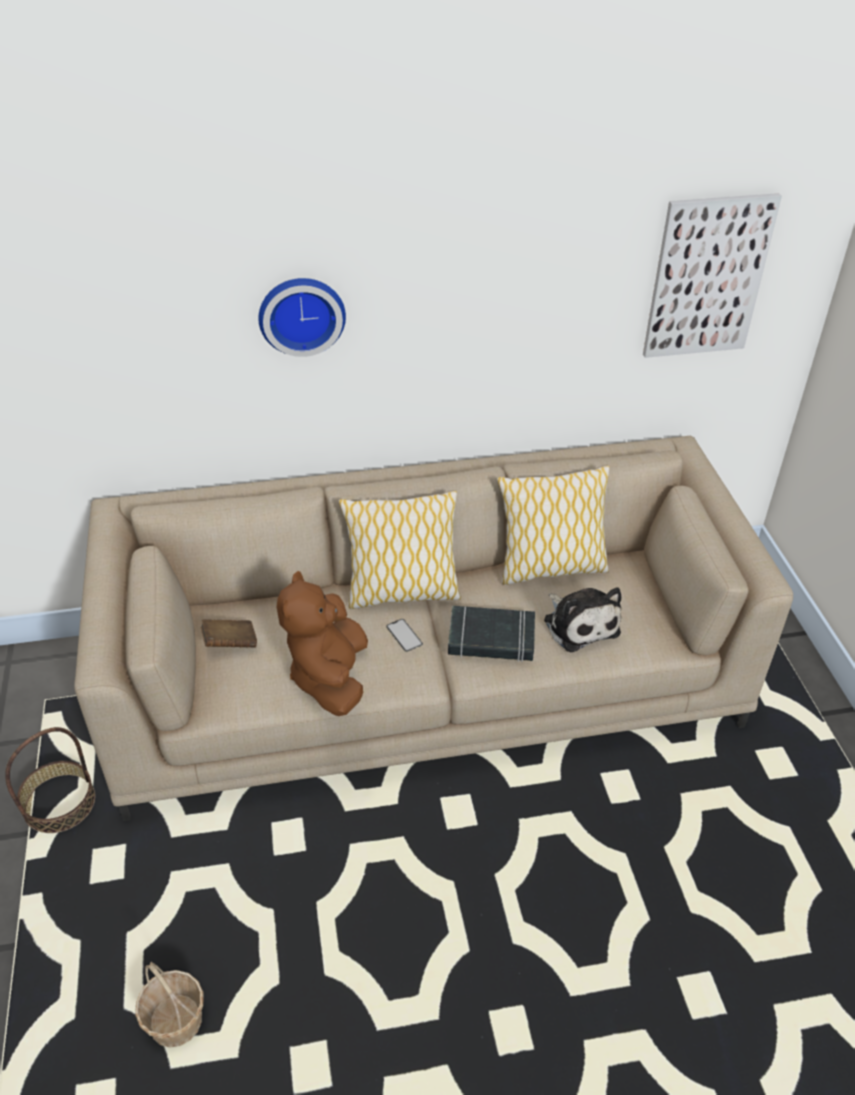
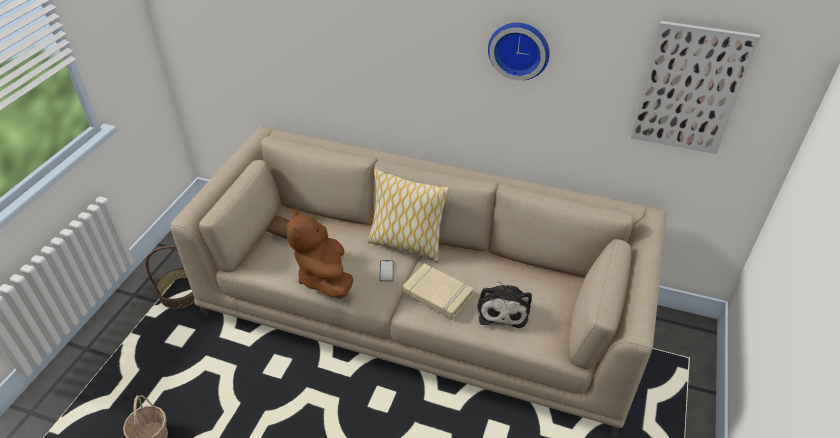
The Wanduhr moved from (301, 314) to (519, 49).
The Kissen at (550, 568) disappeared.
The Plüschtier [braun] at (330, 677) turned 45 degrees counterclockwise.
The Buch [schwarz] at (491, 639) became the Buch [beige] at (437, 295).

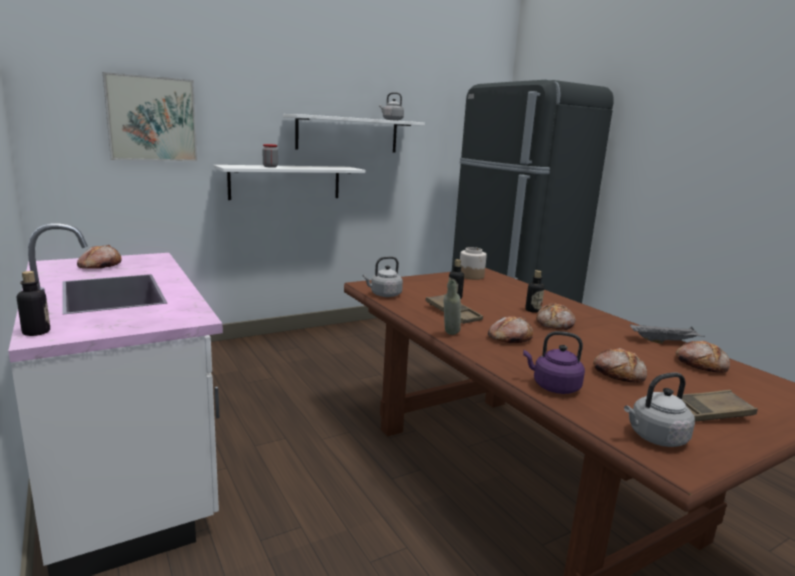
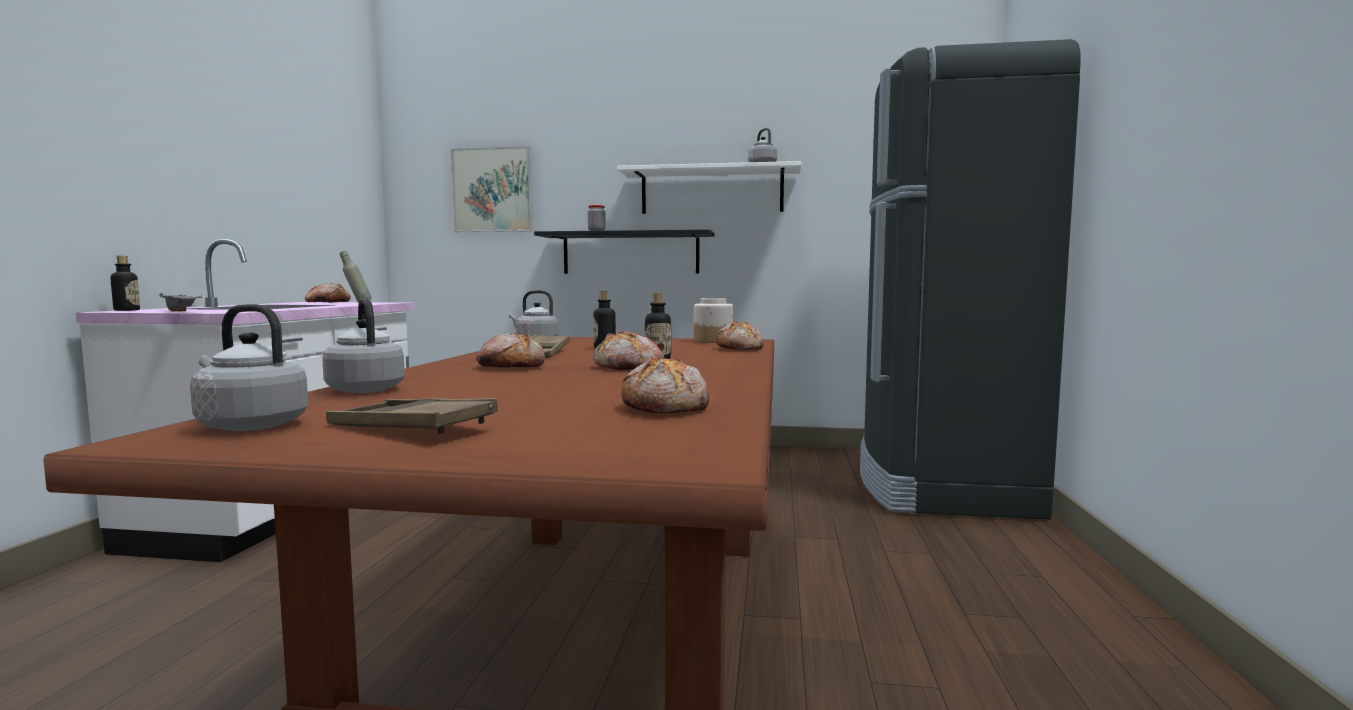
The Wandregal [weiß] at (285, 182) became the Wandregal [schwarz] at (630, 253).
The Flasche [grau] moved from (450, 335) to (357, 303).
The Tablett [grau] moved from (664, 342) to (181, 311).
The Wasserkessel [lila] at (553, 387) became the Wasserkessel [grau] at (365, 389).
The Brot moved from (618, 374) to (740, 348).

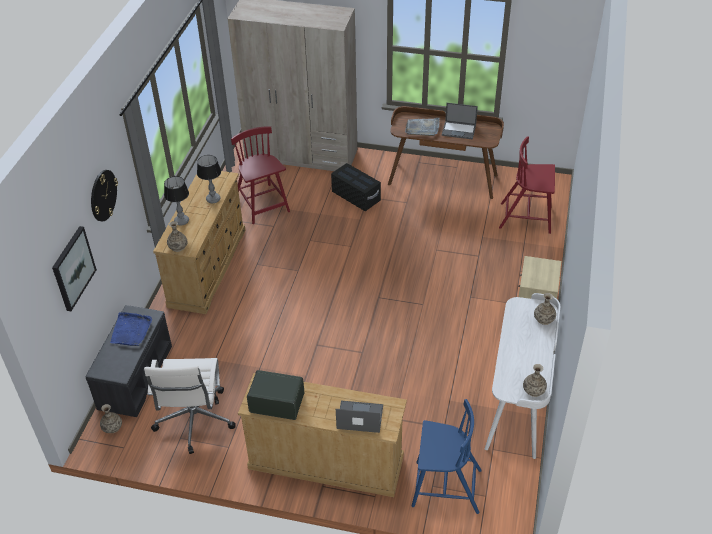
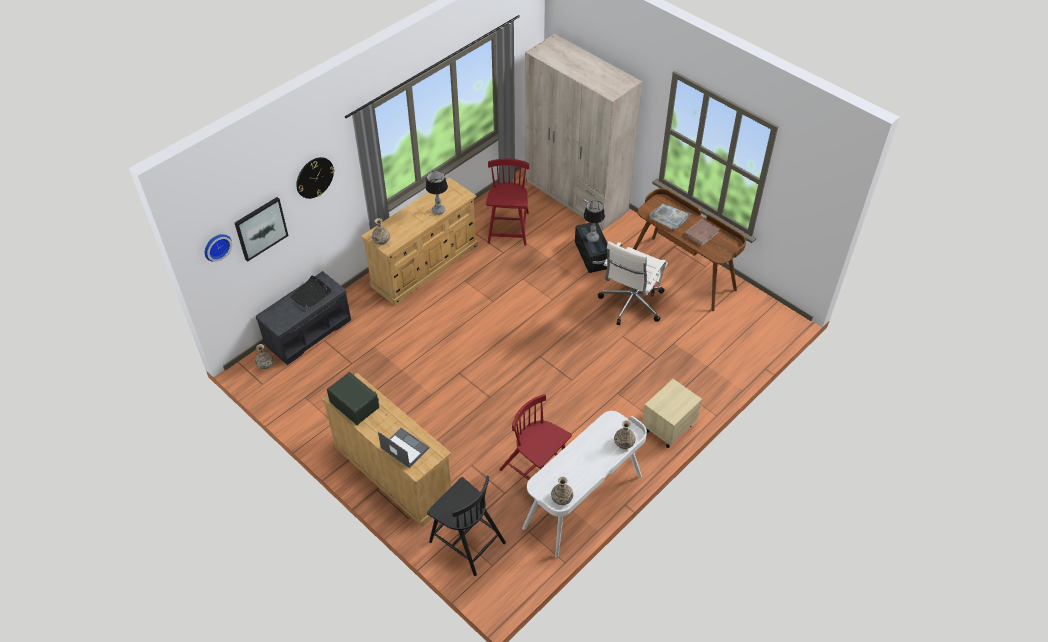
The Laptop at (459, 130) was replaced by the Buch [braun] at (701, 233).
The Stuhl [rot] moved from (526, 218) to (536, 471).
The Tischlampe moved from (182, 221) to (592, 238).
The Tablett [blau] at (131, 330) became the Tablett [schwarz] at (311, 294).
The Bürostuhl [weiß] moved from (194, 421) to (631, 304).
The Stuhl [blau] at (445, 487) became the Stuhl [schwarz] at (466, 541).
The Wanduhr at (216, 246) appeared.

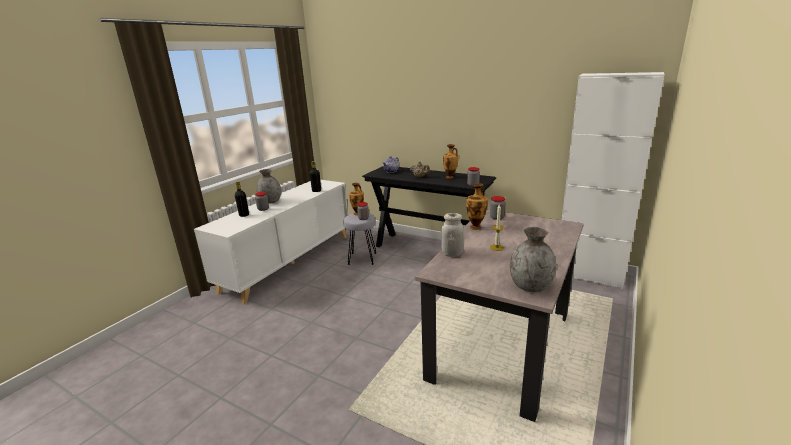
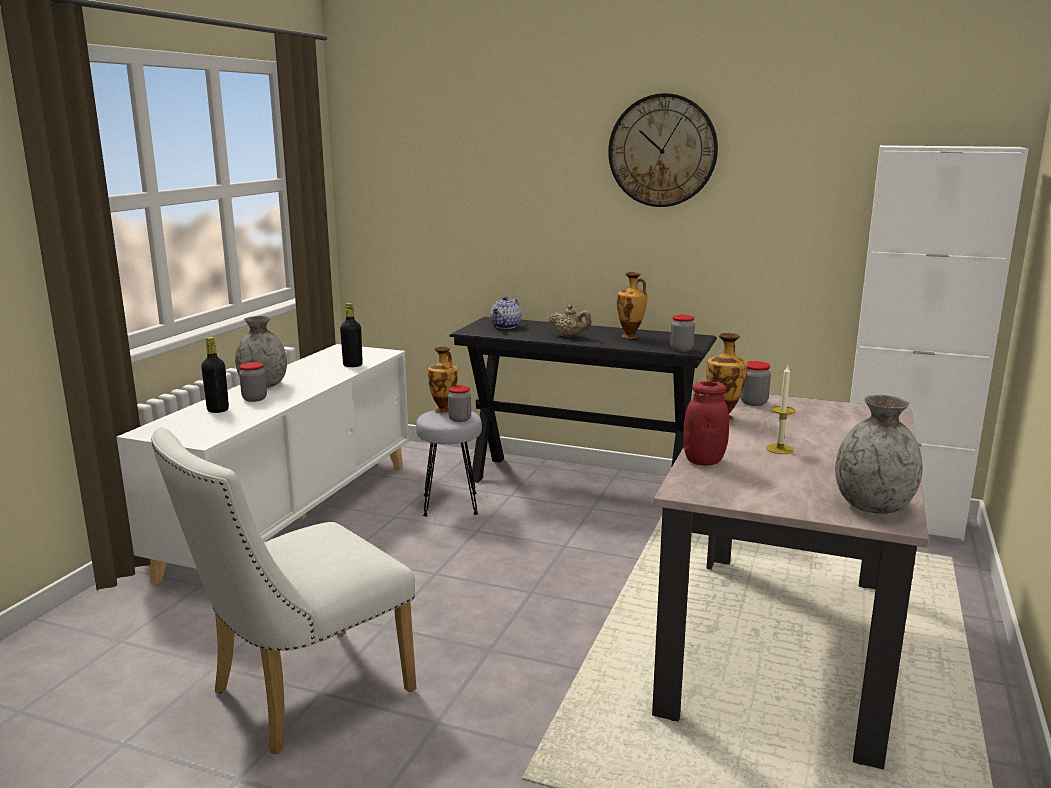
The Vorratsglas [weiß] at (452, 254) became the Vorratsglas [rot] at (704, 461).
The Wanduhr at (662, 151) appeared.
The Stuhl [weiß] at (299, 696) appeared.

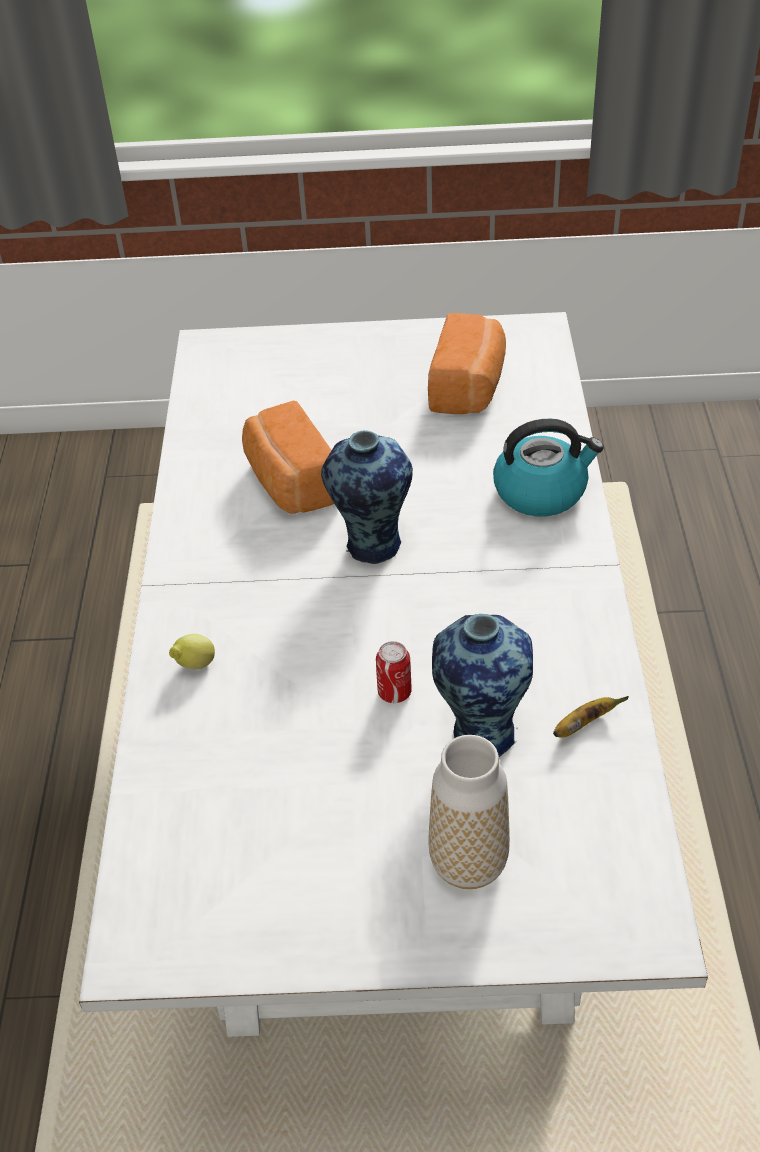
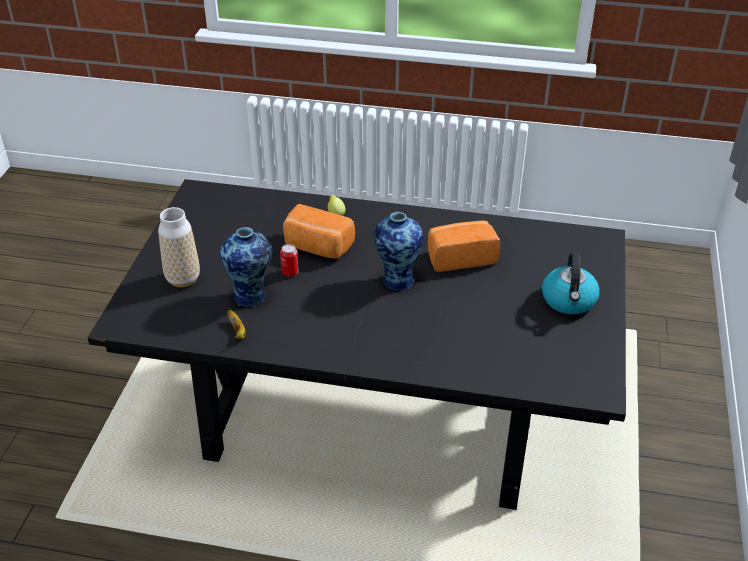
The Esstisch [weiß] at (391, 784) became the Esstisch [schwarz] at (376, 415).
The Brot moved from (469, 387) to (317, 247).
The Wasserkessel moved from (541, 491) to (569, 300).

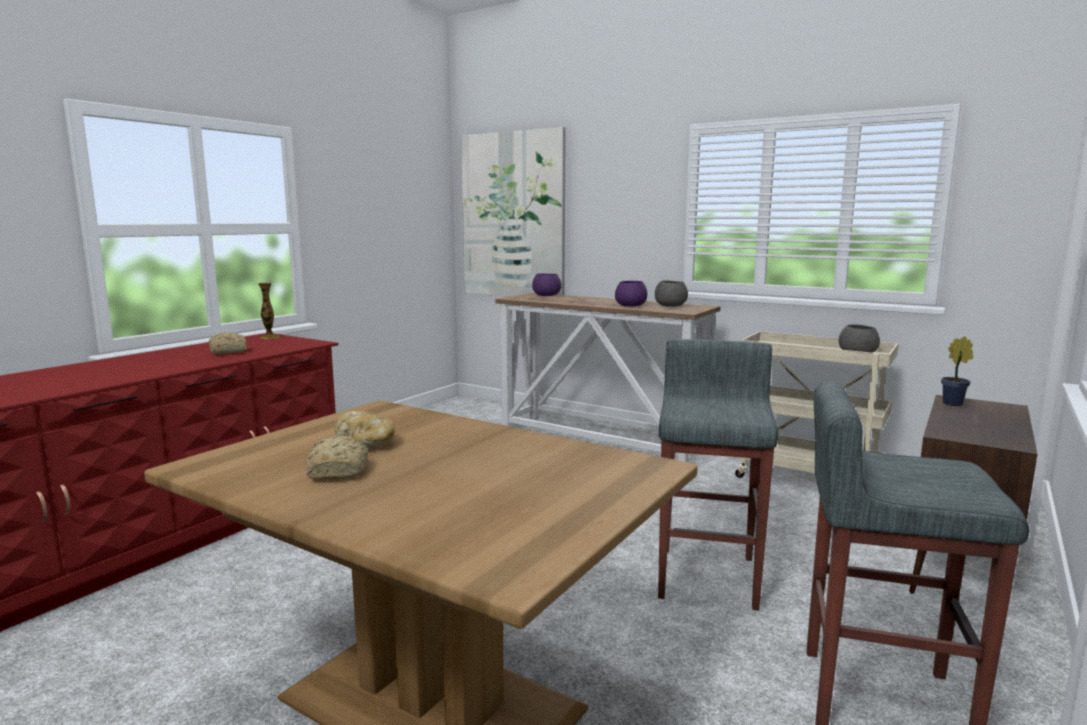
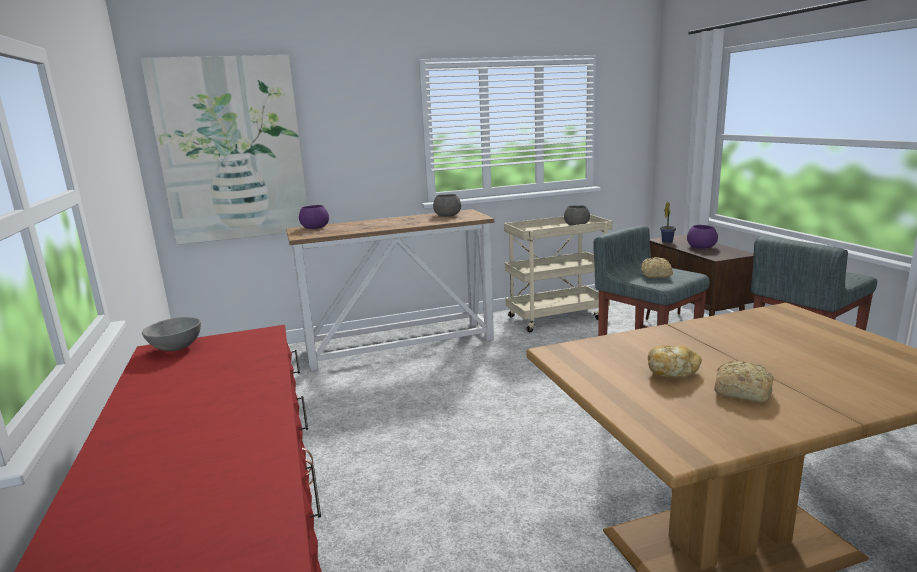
The Schüssel [lila] moved from (631, 305) to (700, 247).
The Vase at (269, 337) was replaced by the Schüssel [grau] at (175, 349).
The Brot moved from (227, 352) to (655, 275).

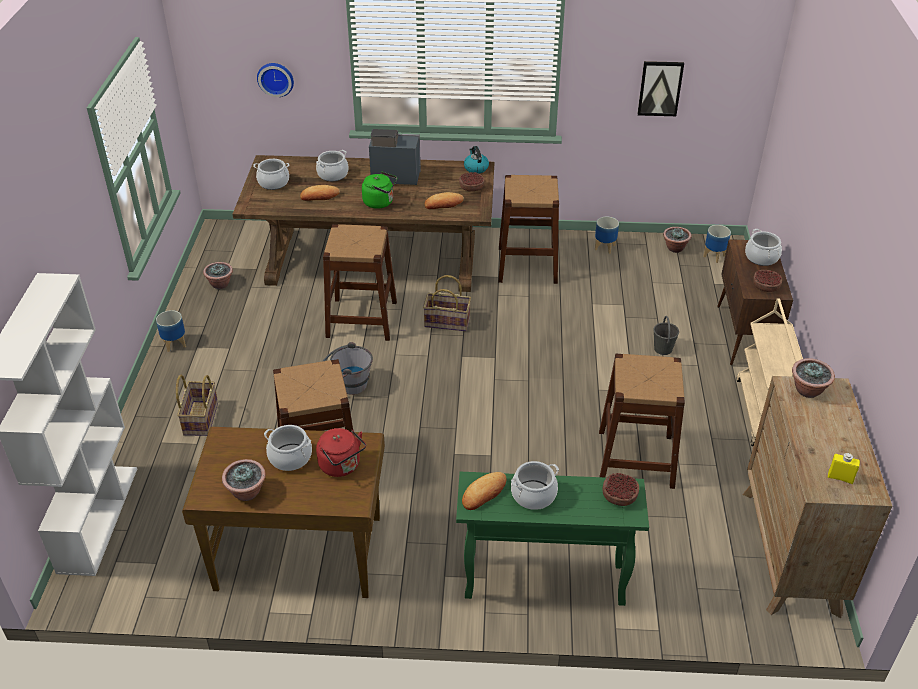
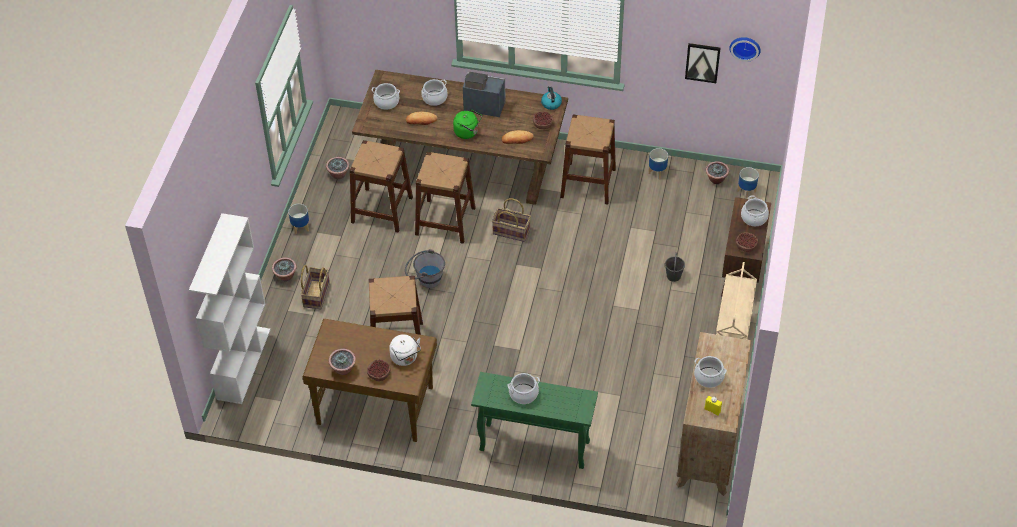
The Wanduhr moved from (276, 78) to (745, 47).
The Hocker [braun] moved from (635, 458) to (382, 210).
The Topfpflanze moved from (808, 391) to (285, 276).
The Kochtopf moved from (290, 457) to (709, 377).
The Wasserkessel [rot] at (342, 466) became the Wasserkessel [weiß] at (405, 358).
The Brot at (484, 493) disappeared.
The Schüssel moved from (620, 496) to (379, 374).

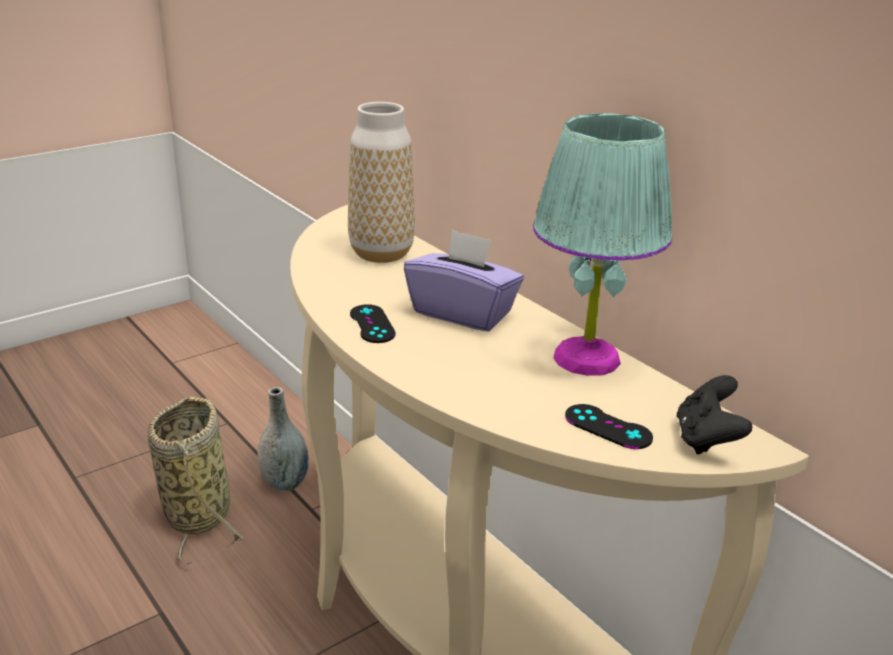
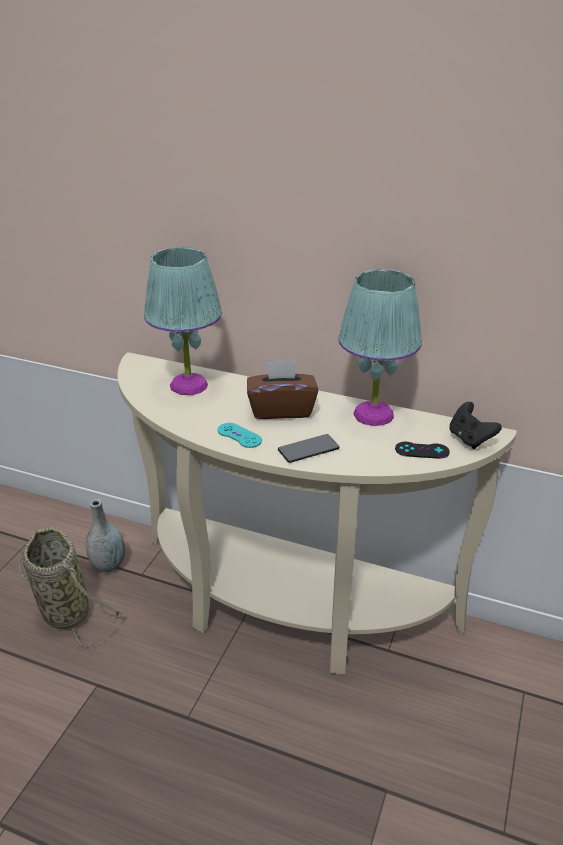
The Vase at (381, 253) was replaced by the Tischlampe [türkis] at (189, 385).
The Taschentuchbox [lila] at (463, 313) became the Taschentuchbox [braun] at (281, 409).
The Gamepad [schwarz] at (372, 324) became the Gamepad [türkis] at (239, 435).
The Handy at (308, 449) appeared.

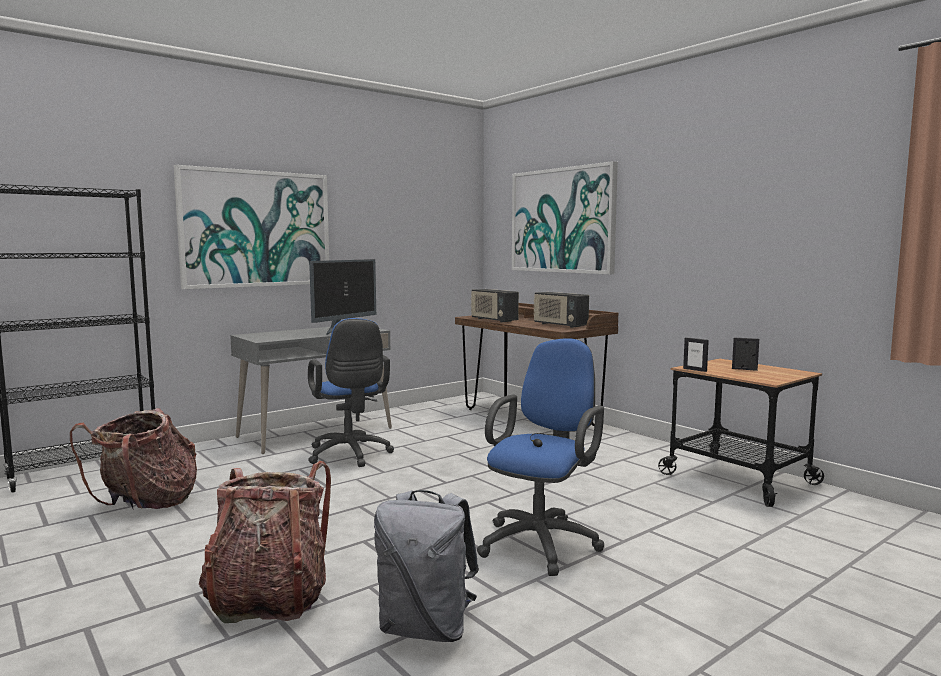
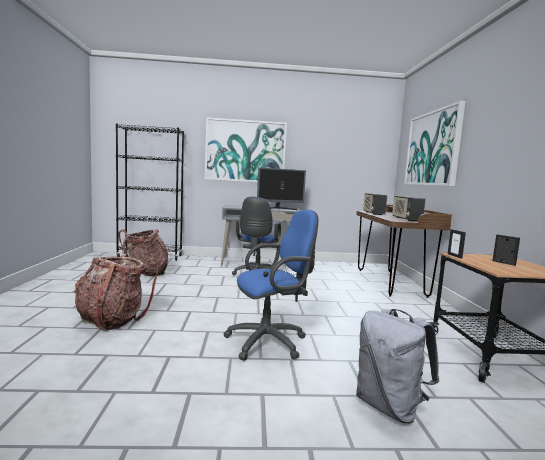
The Rucksack [grau] moved from (426, 628) to (390, 407).

